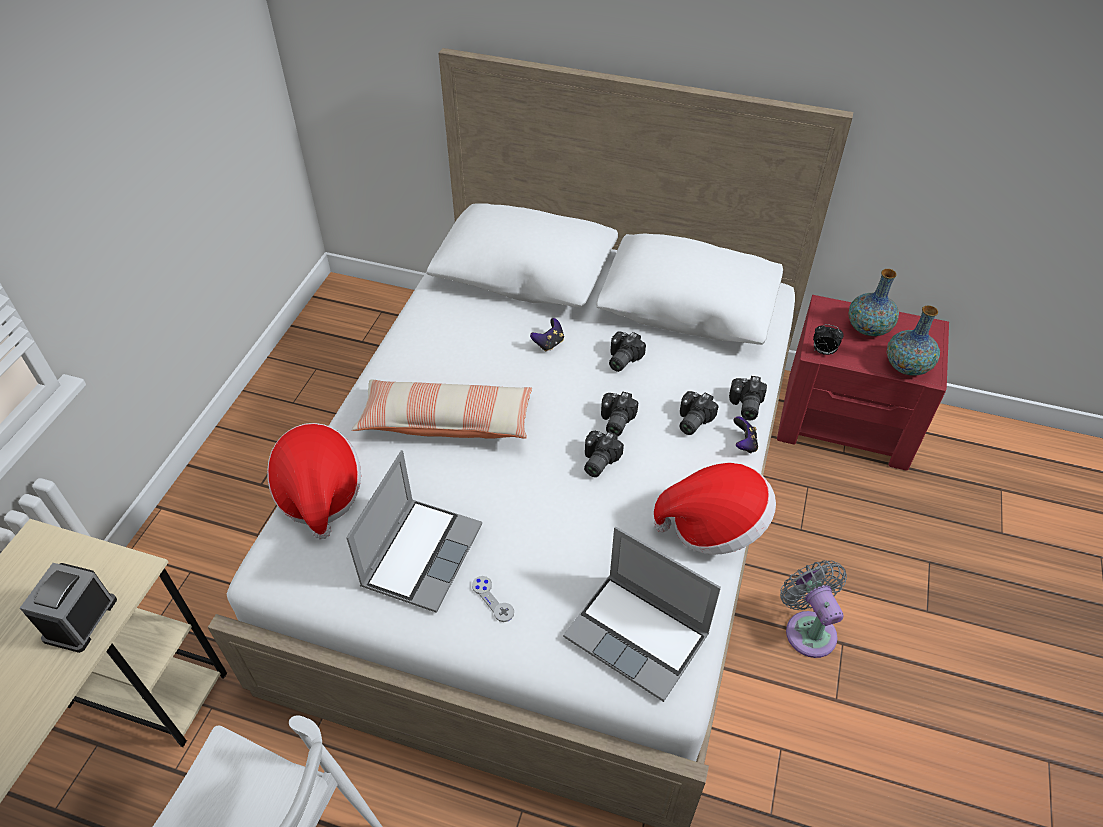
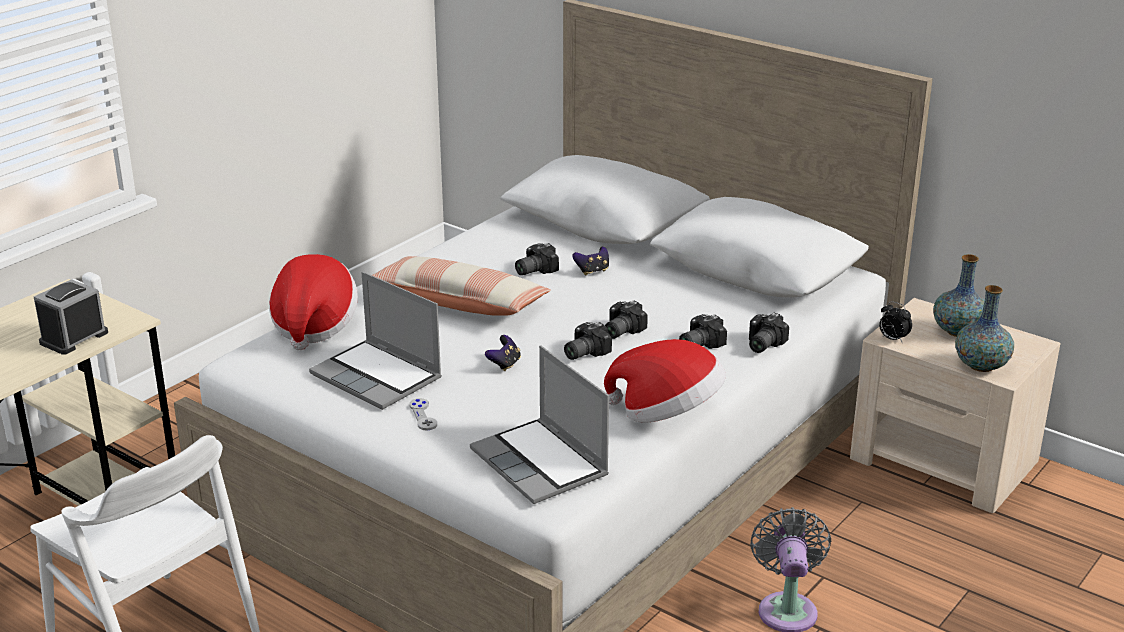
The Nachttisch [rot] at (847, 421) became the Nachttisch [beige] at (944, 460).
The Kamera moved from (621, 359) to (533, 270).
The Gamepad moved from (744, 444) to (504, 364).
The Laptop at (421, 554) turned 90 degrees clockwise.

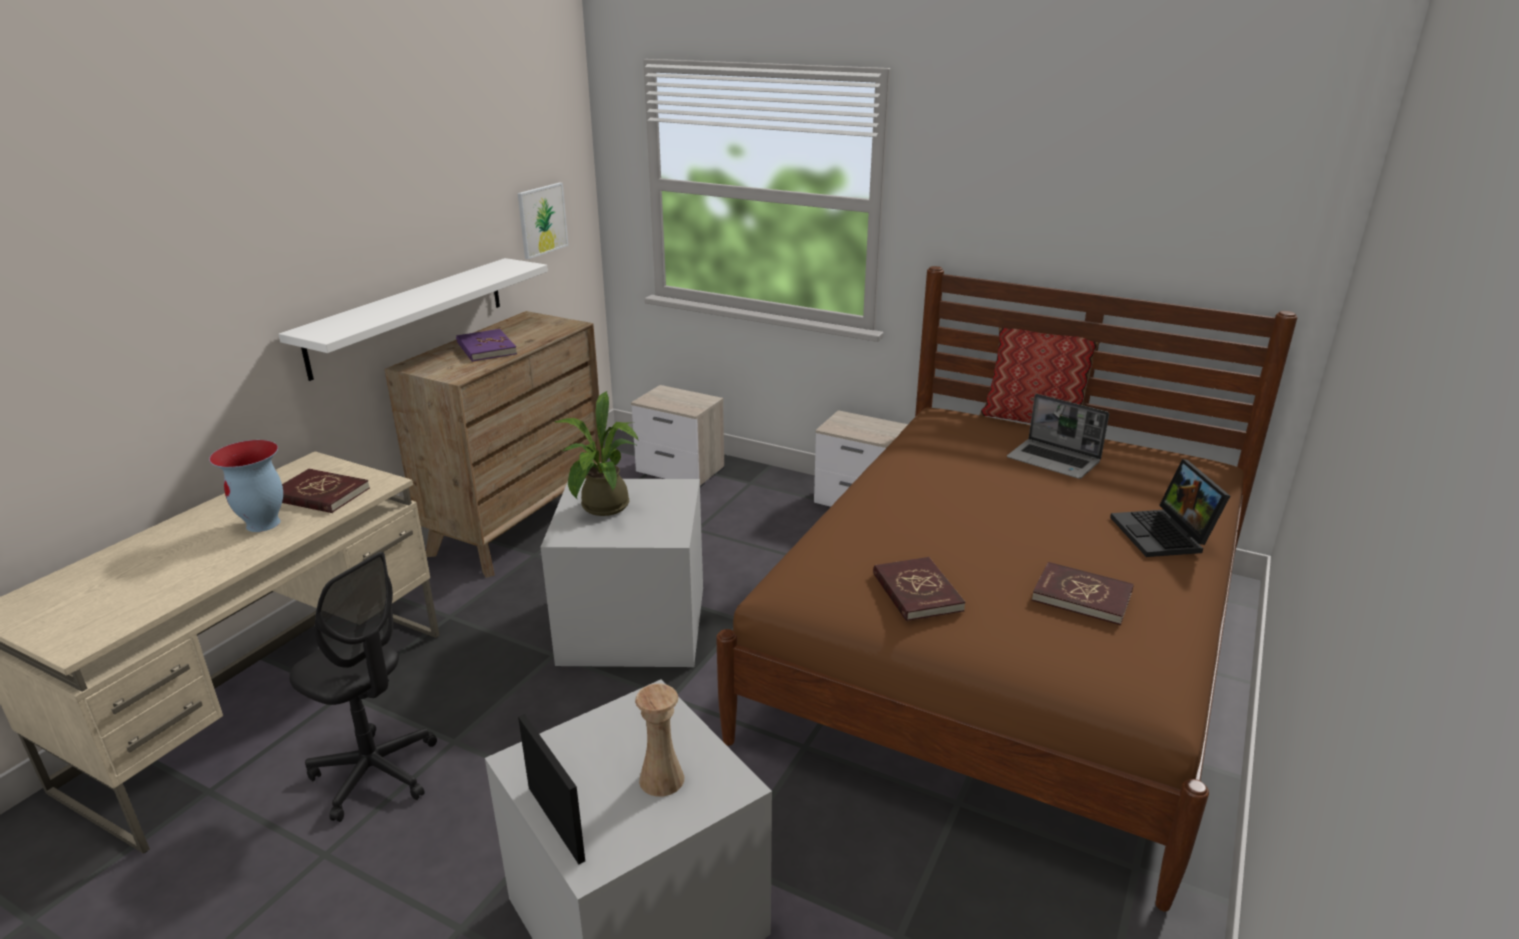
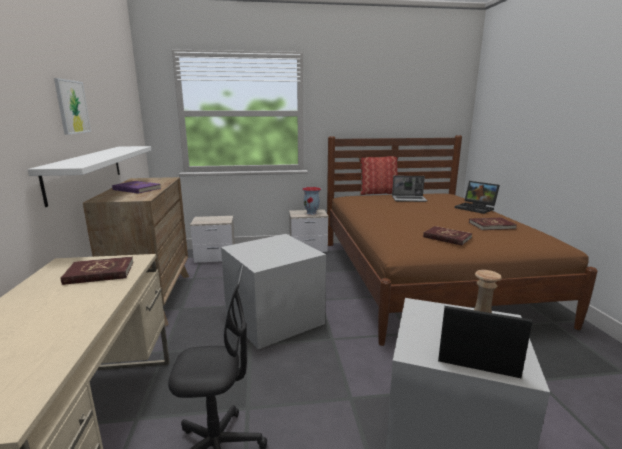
The Bild moved from (542, 220) to (72, 107).
The Topfpflanze at (602, 509) disappeared.
The Vase moved from (264, 524) to (312, 213).

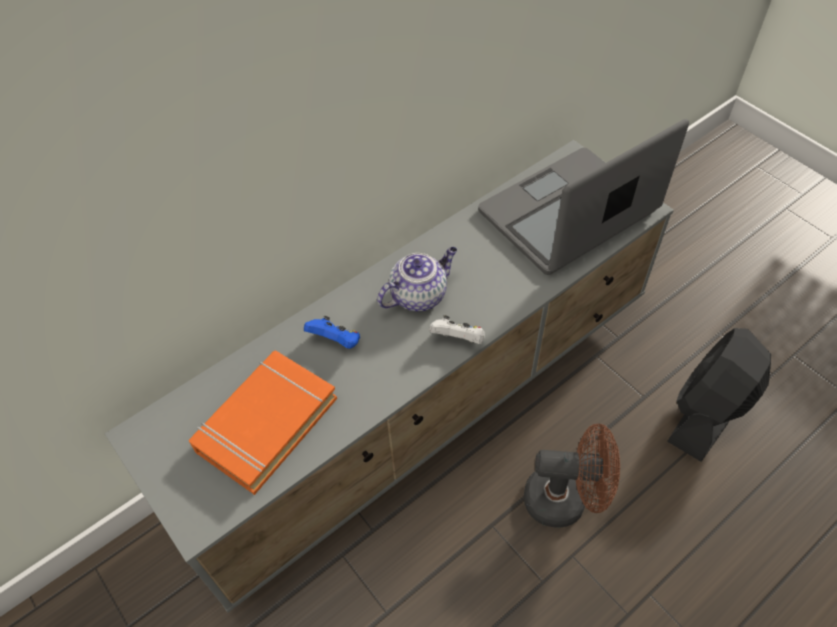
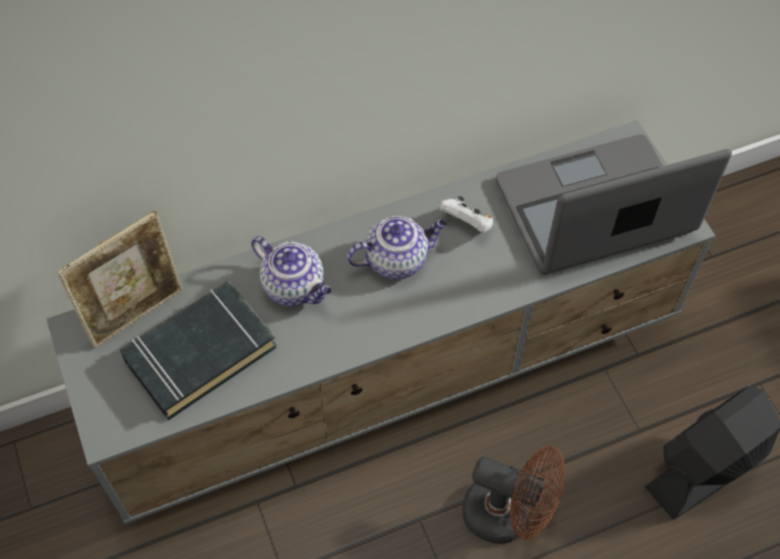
The Gamepad [weiß] moved from (458, 339) to (467, 224).
The Gamepad [blau] at (336, 341) was replaced by the Teekanne at (295, 287).
The Buch [orange] at (266, 424) became the Buch [schwarz] at (200, 353).
The Bilderrahmen at (137, 313) appeared.

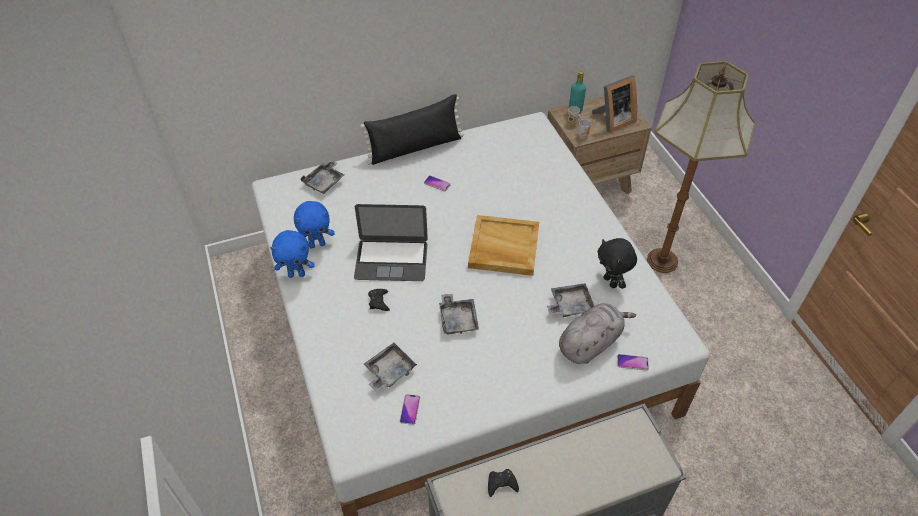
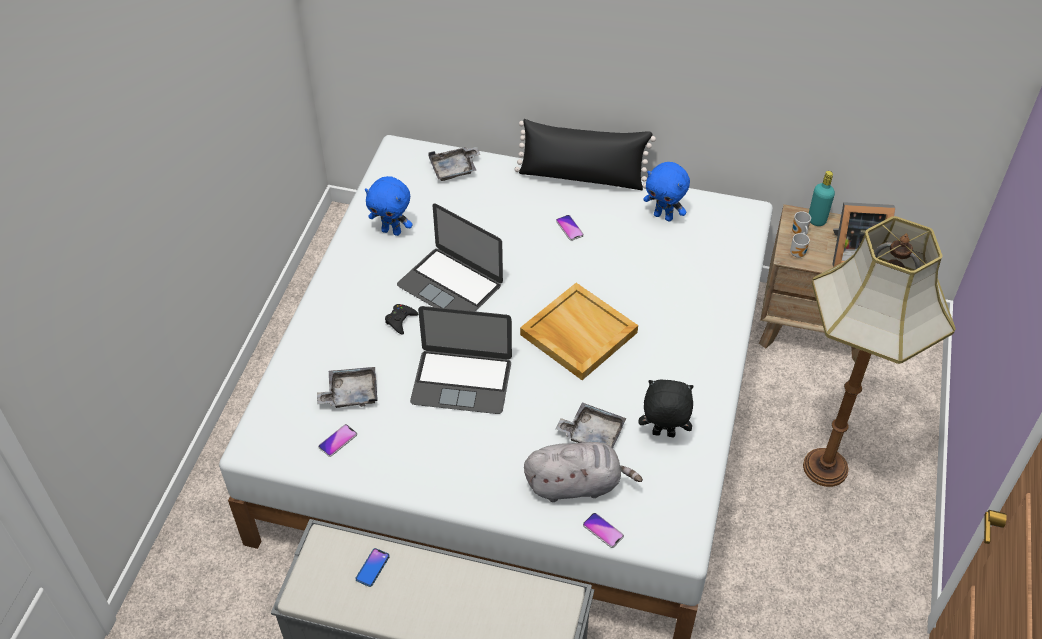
The Plüschtier [blau] moved from (297, 274) to (664, 216).
The Plüschtier [schwarz] at (611, 282) turned 90 degrees clockwise.
The Tablett [grau] at (458, 319) was replaced by the Laptop at (461, 381).
The Gamepad [schwarz] at (501, 484) was replaced by the Handy at (372, 568).

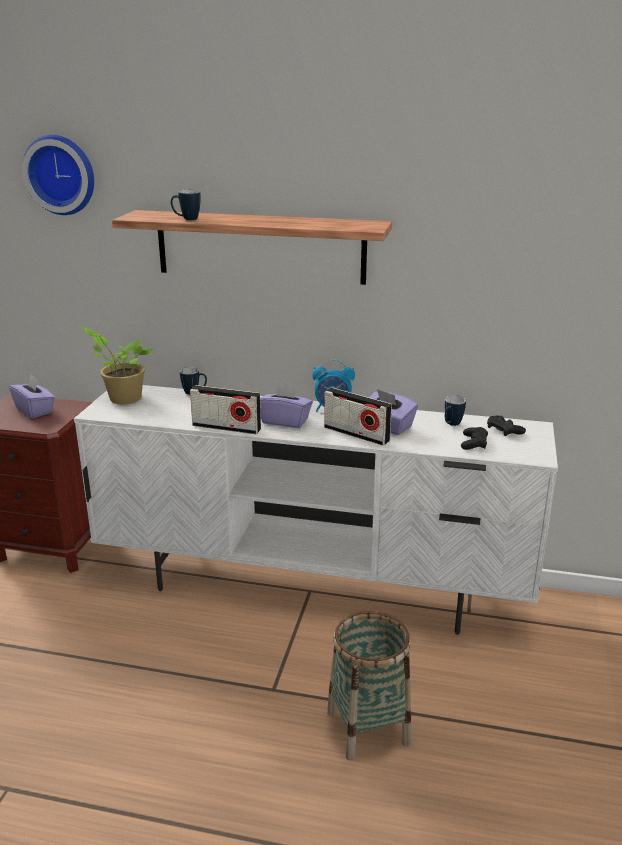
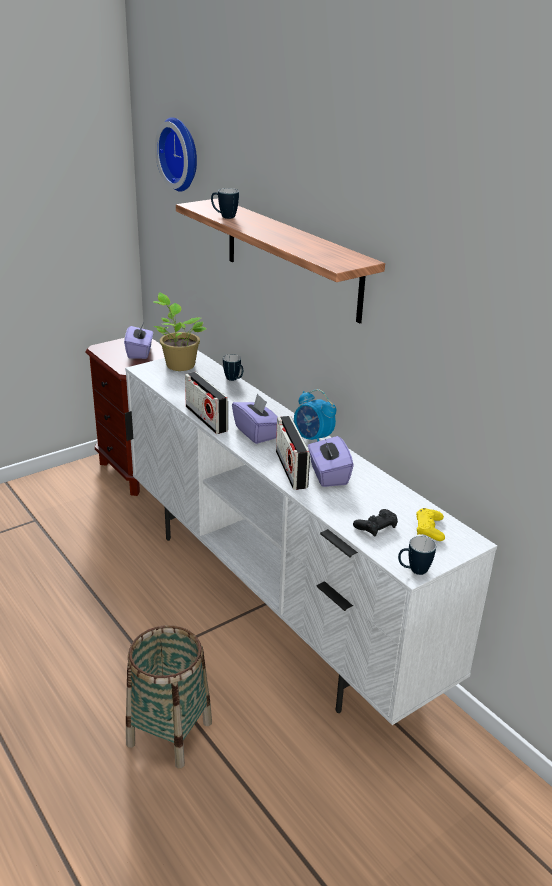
The Henkelbecher moved from (451, 424) to (413, 571).
The Gamepad [schwarz] at (504, 430) became the Gamepad [gelb] at (429, 529).

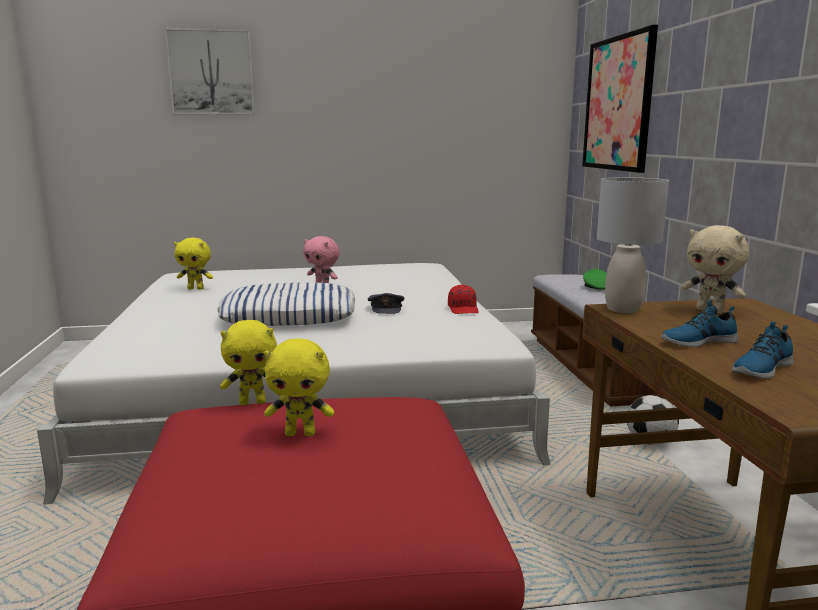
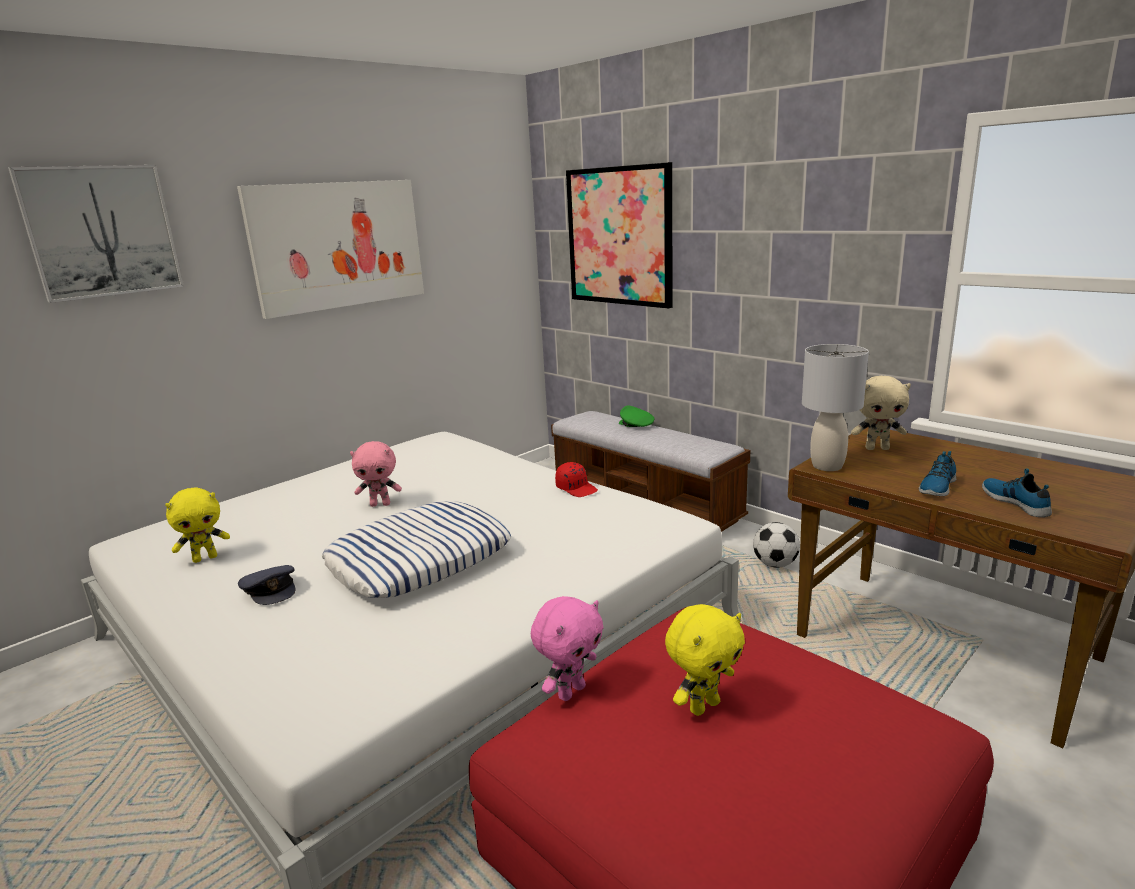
The Kappe [grau] moved from (386, 308) to (270, 590).
The Plüschtier [gelb] at (253, 402) became the Plüschtier [rosa] at (570, 691).
The Schuh at (760, 369) turned 150 degrees clockwise.
The Bild at (338, 245) appeared.

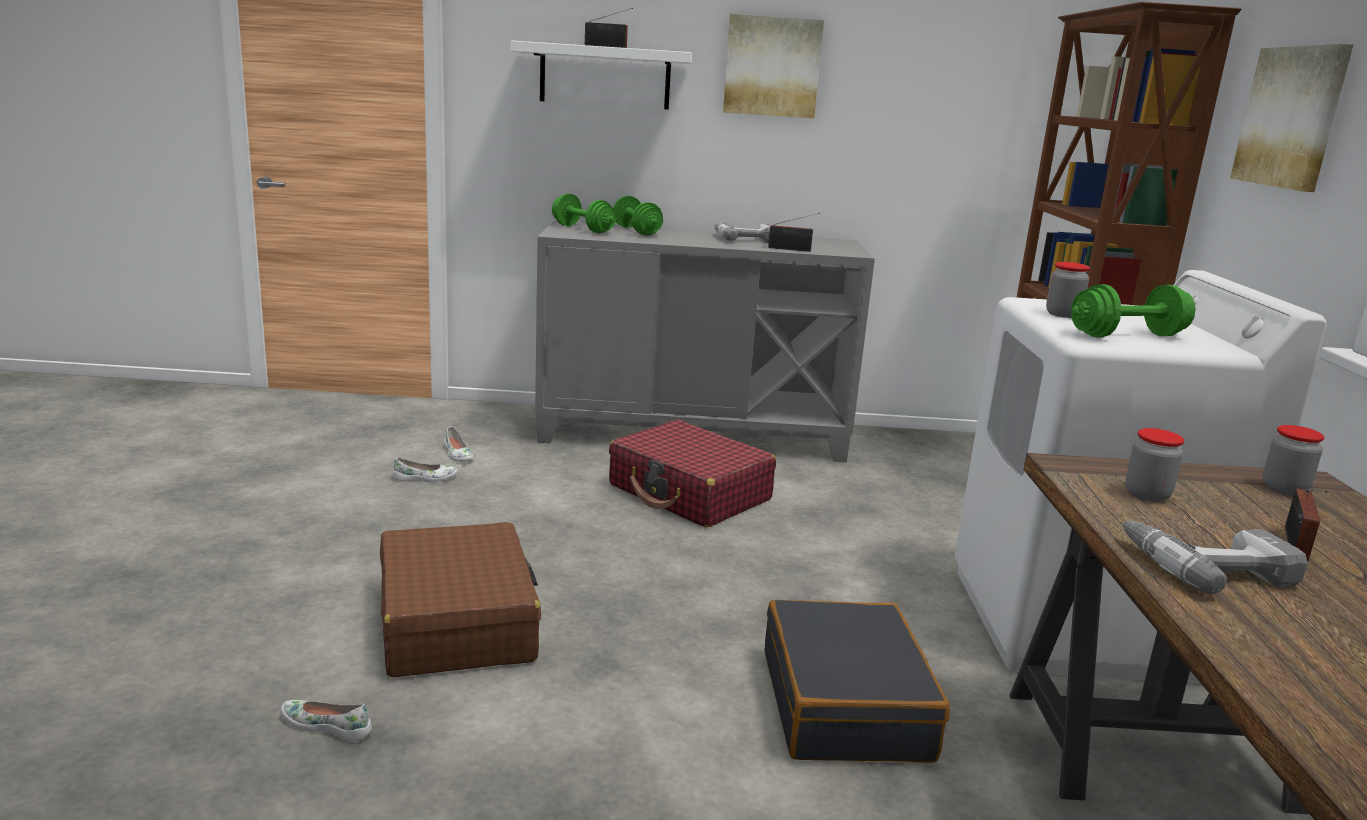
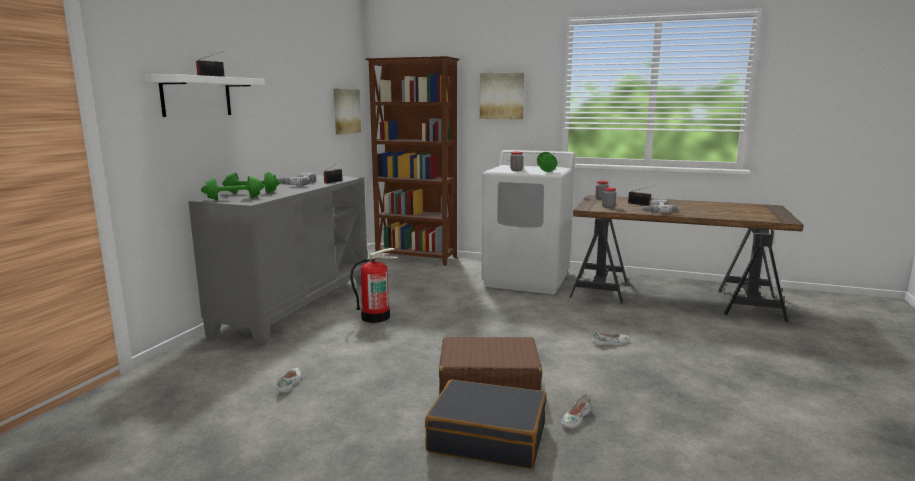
The Bild moved from (772, 66) to (346, 111).
The Koffer [rot] at (690, 493) was replaced by the Feuerlöscher at (375, 317).
The Schuh [weiß] moved from (457, 454) to (610, 343).
The Koffer [schwarz] moved from (846, 704) to (488, 437).

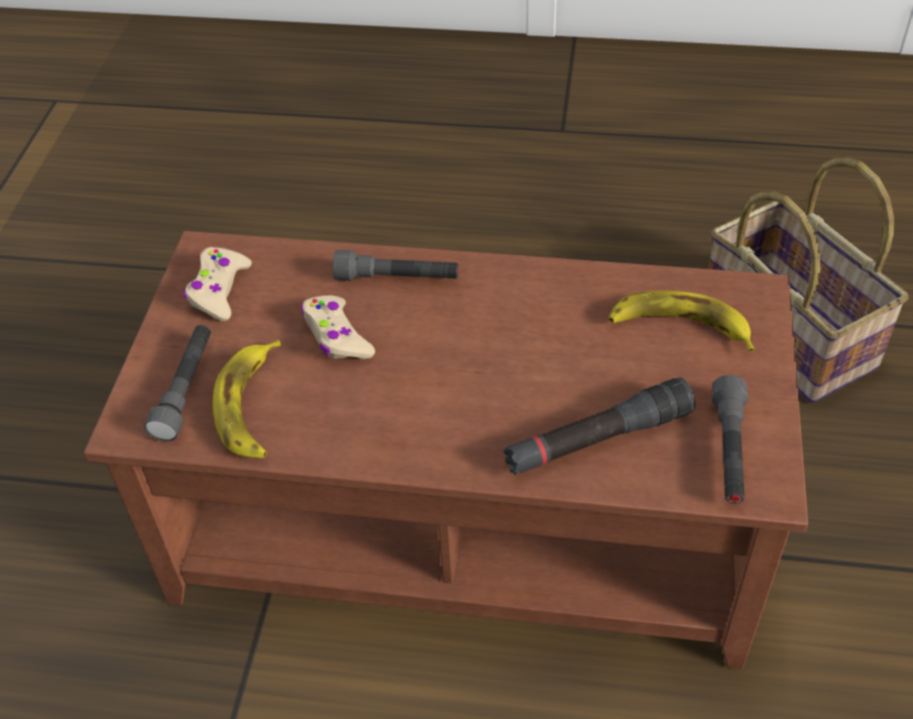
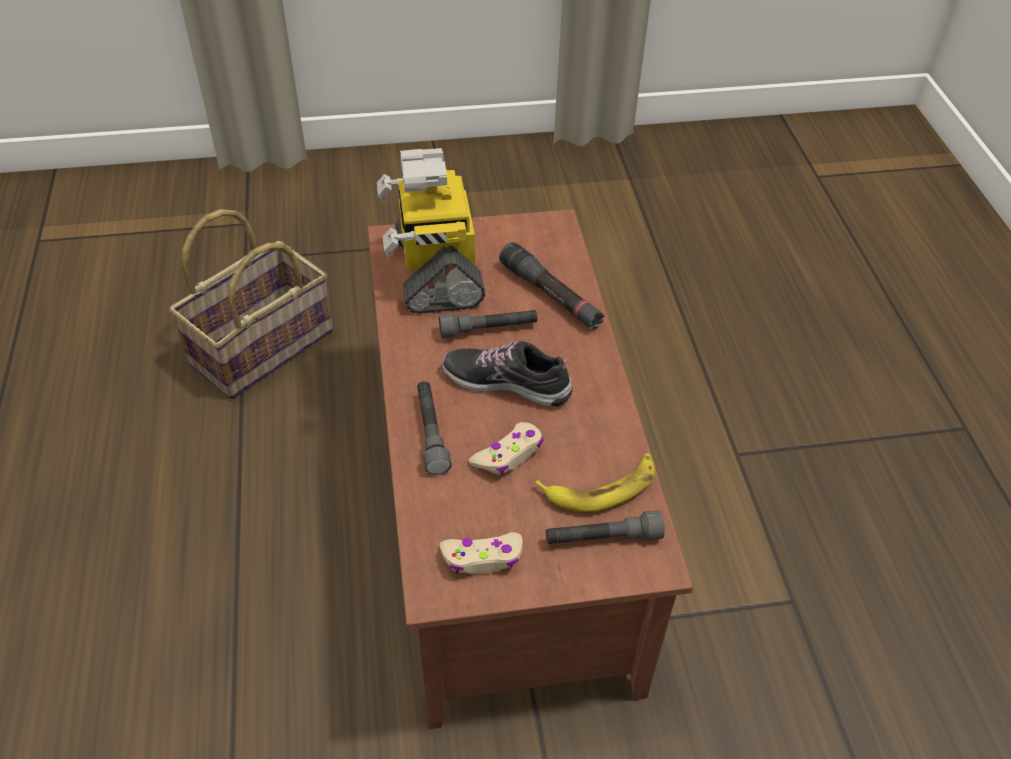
The Banane at (679, 326) was replaced by the Spielzeugroboter at (435, 270).
The Taschenlampe [grau] moved from (729, 450) to (488, 330).
The Schuh at (507, 383) appeared.

